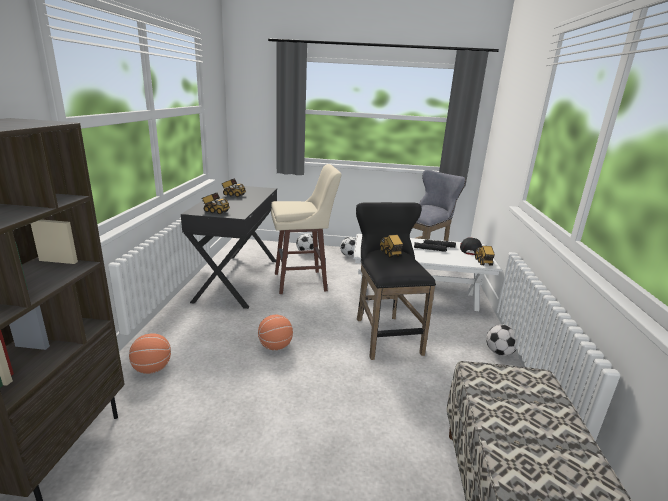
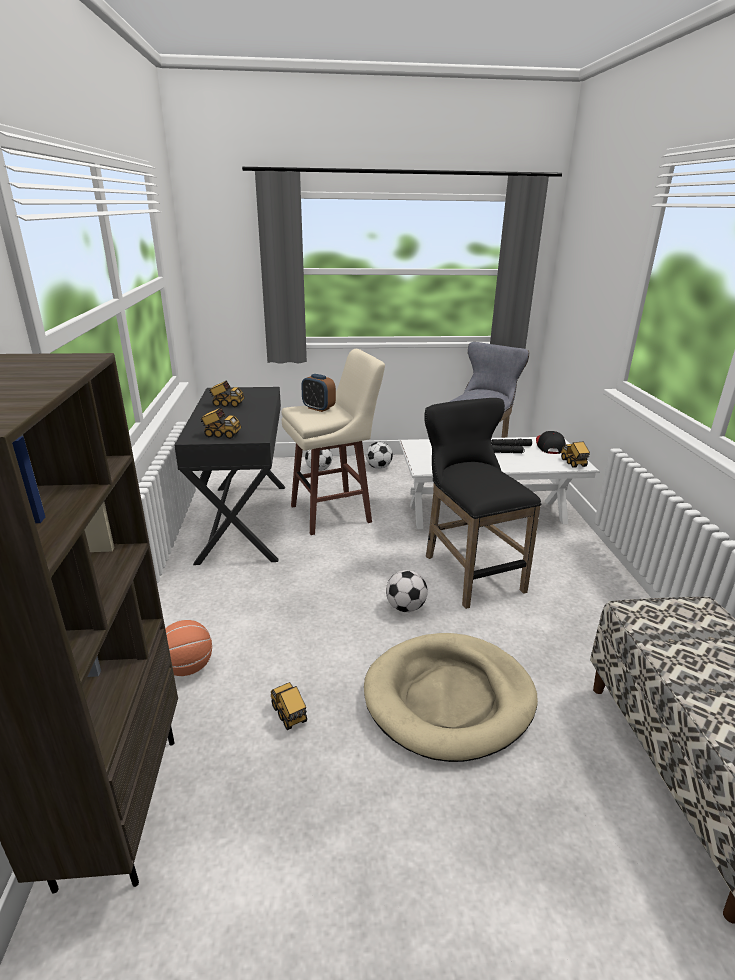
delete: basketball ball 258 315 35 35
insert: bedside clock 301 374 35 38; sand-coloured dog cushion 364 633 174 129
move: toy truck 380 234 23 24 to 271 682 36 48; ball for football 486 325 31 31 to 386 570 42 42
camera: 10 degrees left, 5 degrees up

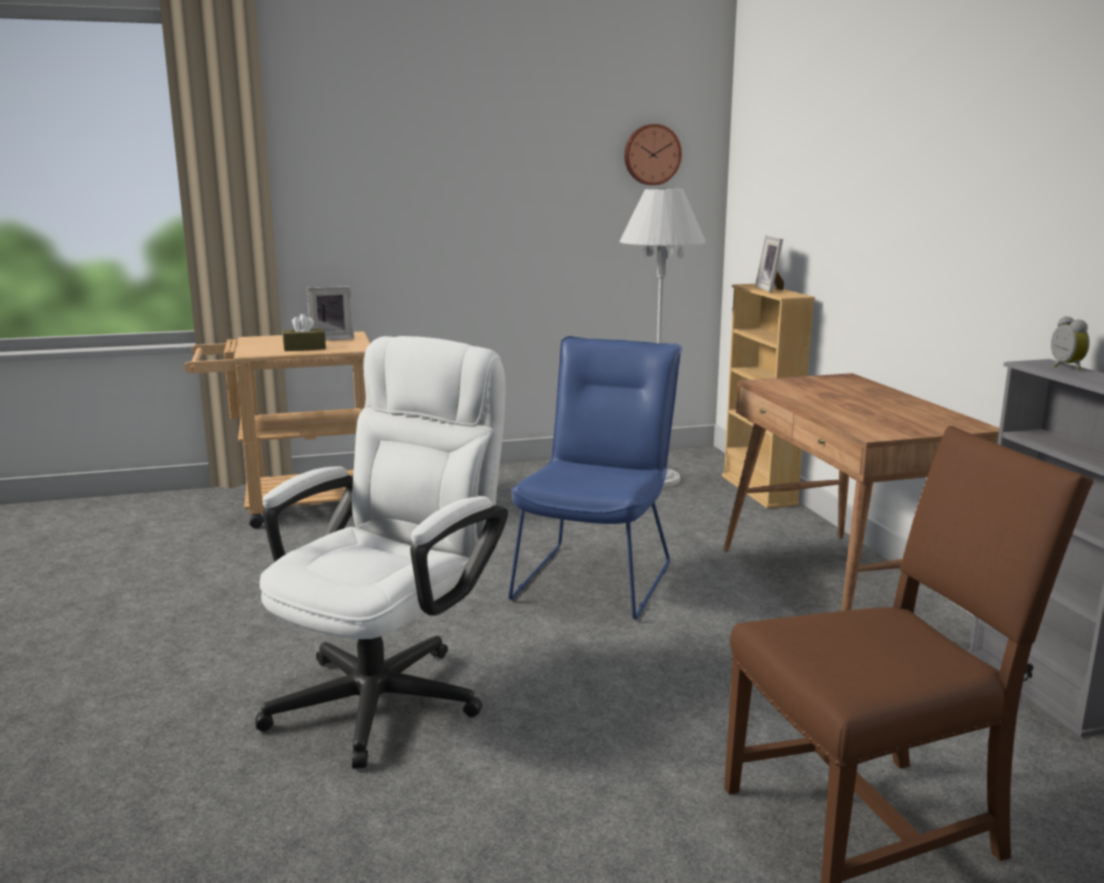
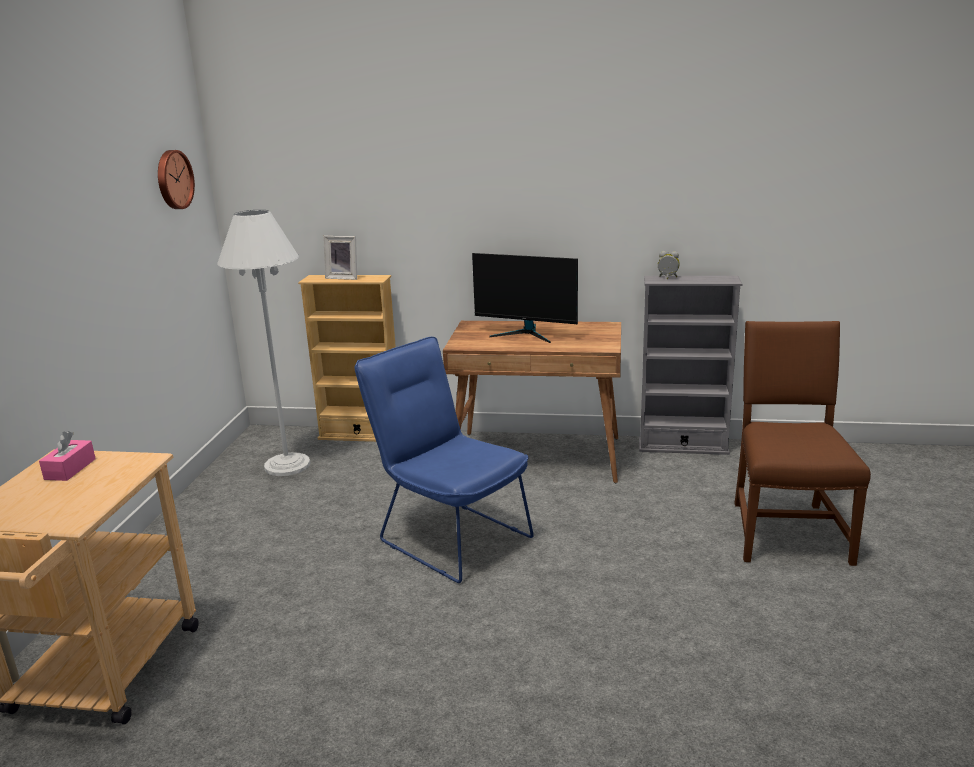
delete: white-coloured computer chair 255 336 253 433; brown box of tissues 283 314 43 37
insert: computer display 472 253 106 90
replace: standing frame 307 286 47 55 to pinkish box of tissues 39 431 57 50
camera: 65 degrees left, 5 degrees up

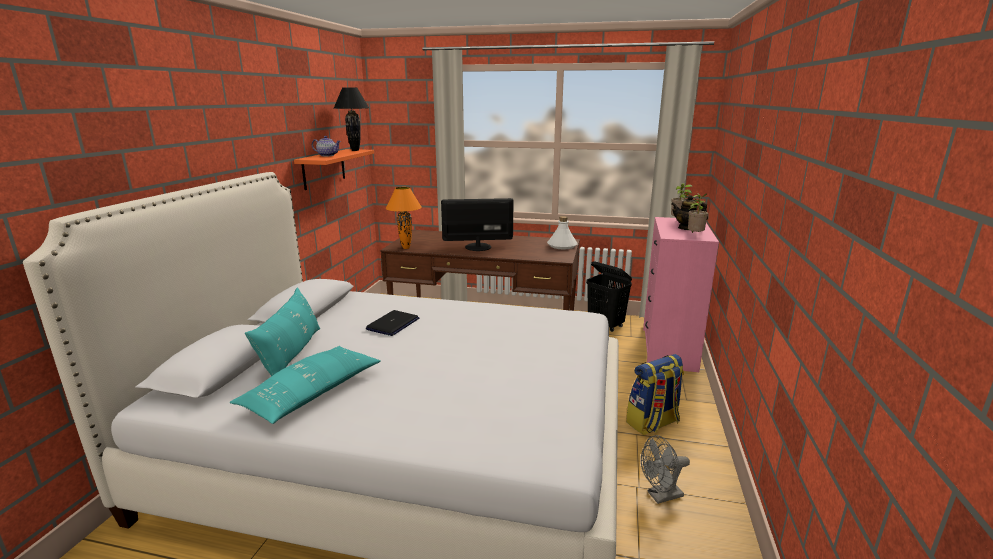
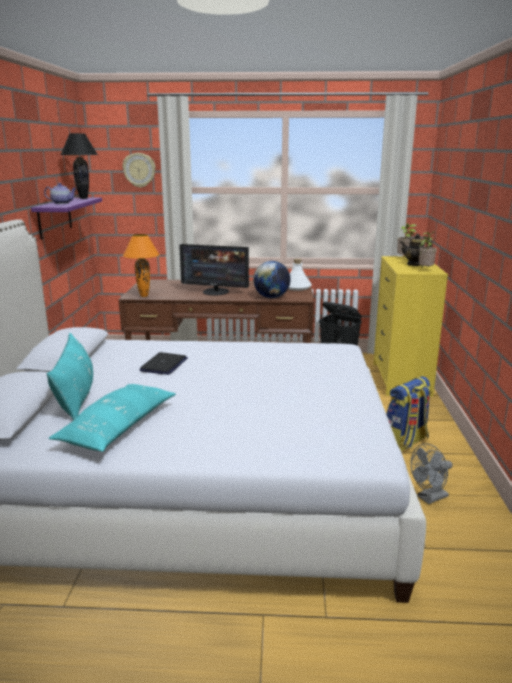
insert: wall clock 122 153 34 35; globe 253 261 38 37
recolor: orange wall shelf 294 149 80 41 to purple wall shelf 31 197 71 43; pinkish chest of drawers 643 217 76 155 to yellow chest of drawers 373 256 75 141
rotate: computer display 441 198 72 53 = 179 244 70 51 150 degrees counterclockwise
camera: 10 degrees left, 0 degrees up

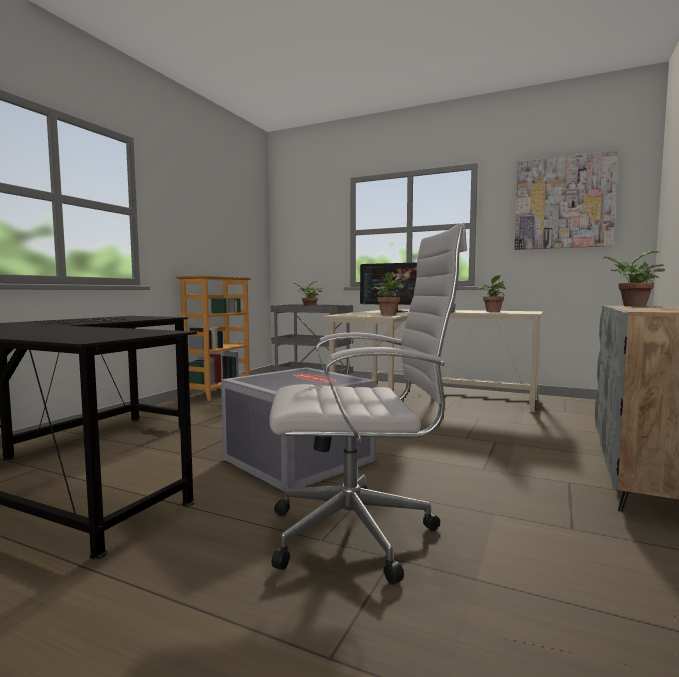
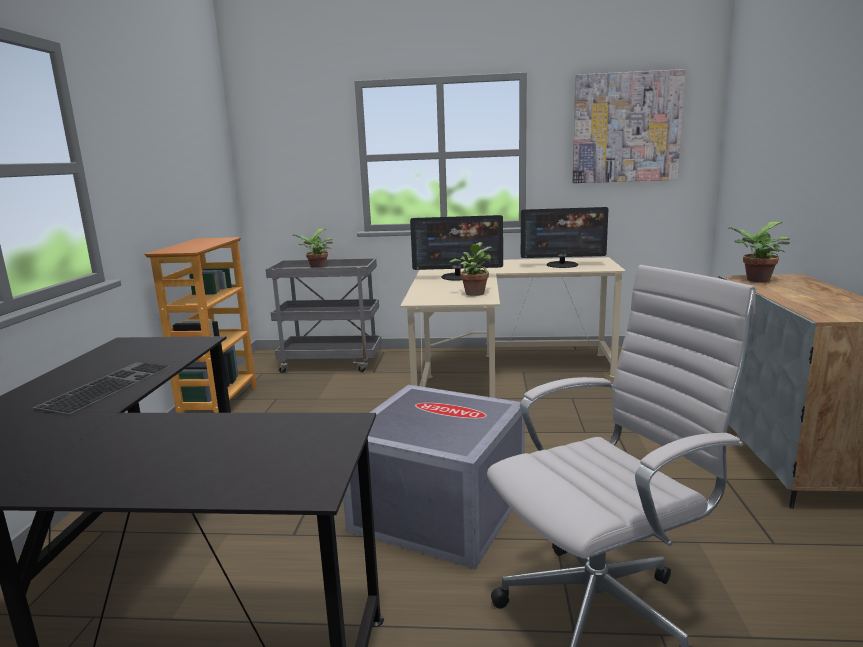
replace: plant in a pot 476 275 30 37 to computer display 521 207 87 61
camera: 20 degrees left, 10 degrees up

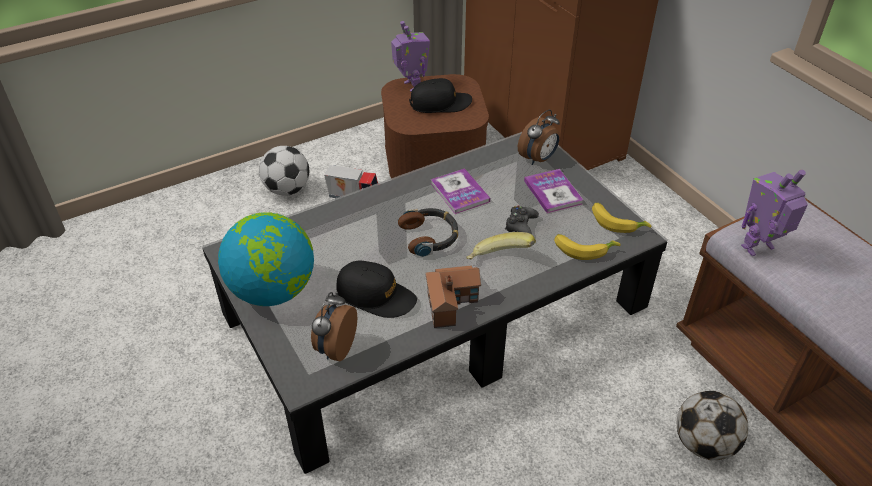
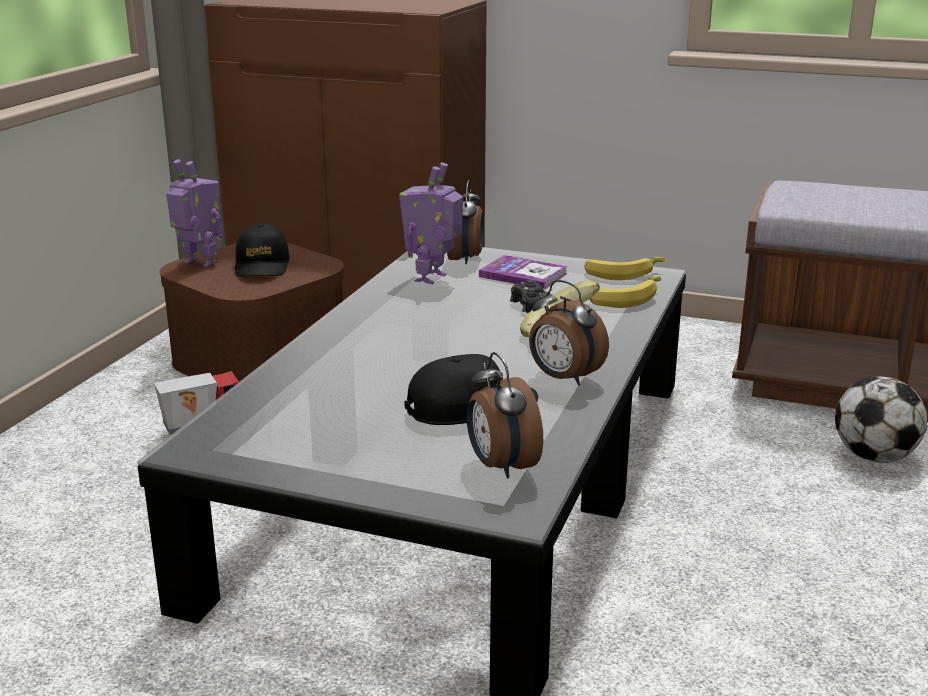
delete: globe 218 212 96 94; ball for football 259 146 50 50; pair of headphones 398 208 60 49; book 431 168 59 46
move: robot figure 741 169 67 87 to 399 163 64 121
replace: miniature house 425 265 56 63 to bedside clock 529 280 80 105
rotate: black peaked cap 409 78 63 35 = 235 223 55 54 135 degrees clockwise
camera: 40 degrees left, 20 degrees down

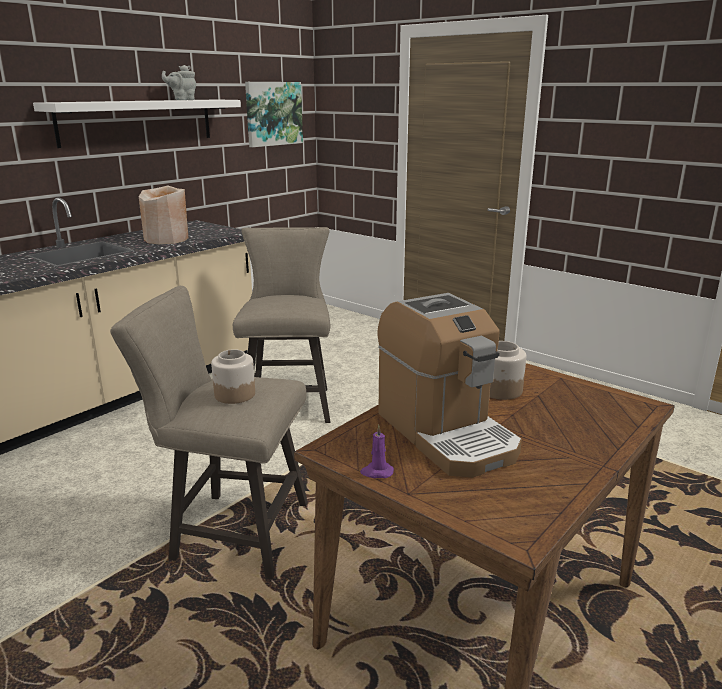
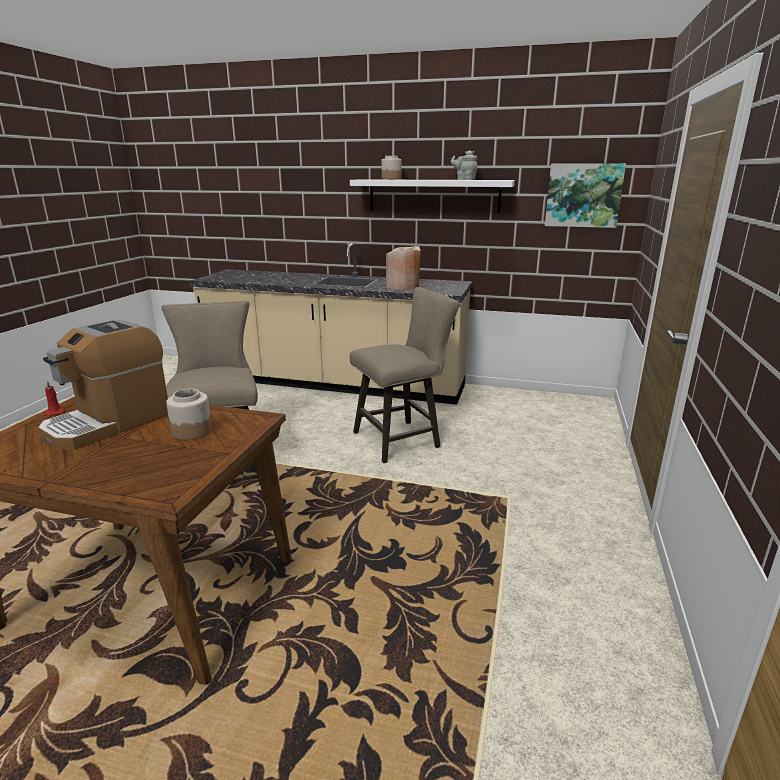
move: preserve jar 211 349 44 55 to 382 156 20 24
recolor: purple wax light 360 425 34 53 to red-coloured wax light 45 381 20 35
camera: 65 degrees right, 0 degrees up

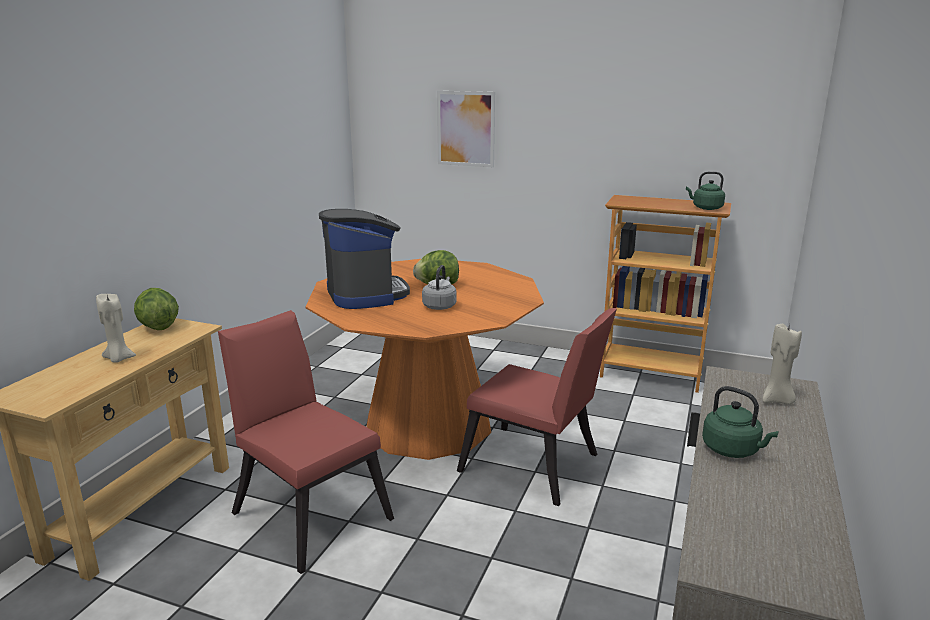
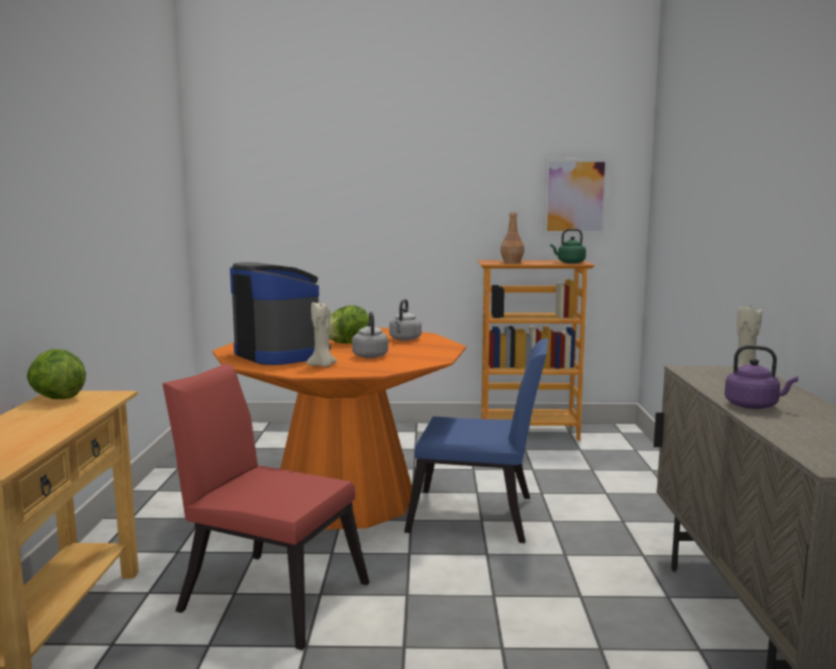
insert: grey kettle 389 299 32 42; brown bottle 500 211 24 53
move: sand-coloured wax light 96 294 40 69 to 306 302 31 65; wall art 437 91 58 76 to 543 159 66 75
recolor: red-coloured plain chair 457 308 160 198 to bluish plain chair 404 338 144 205; greenish kettle 702 386 77 72 to purple kettle 725 345 73 64
camera: 20 degrees left, 10 degrees down

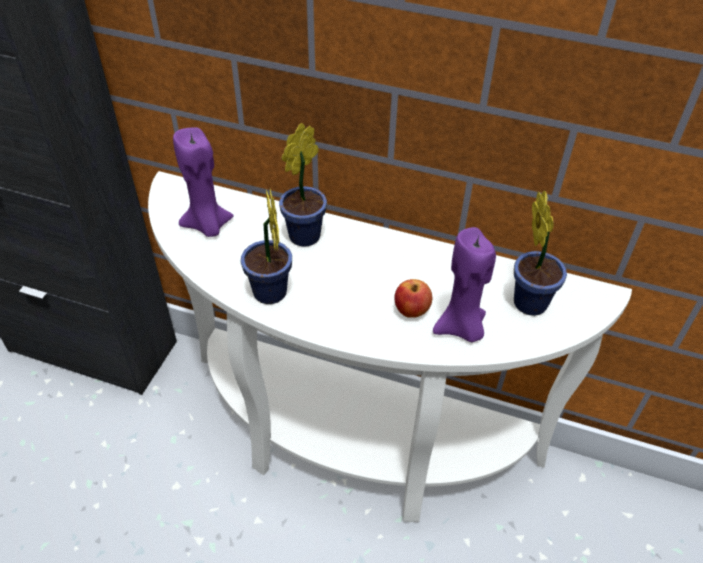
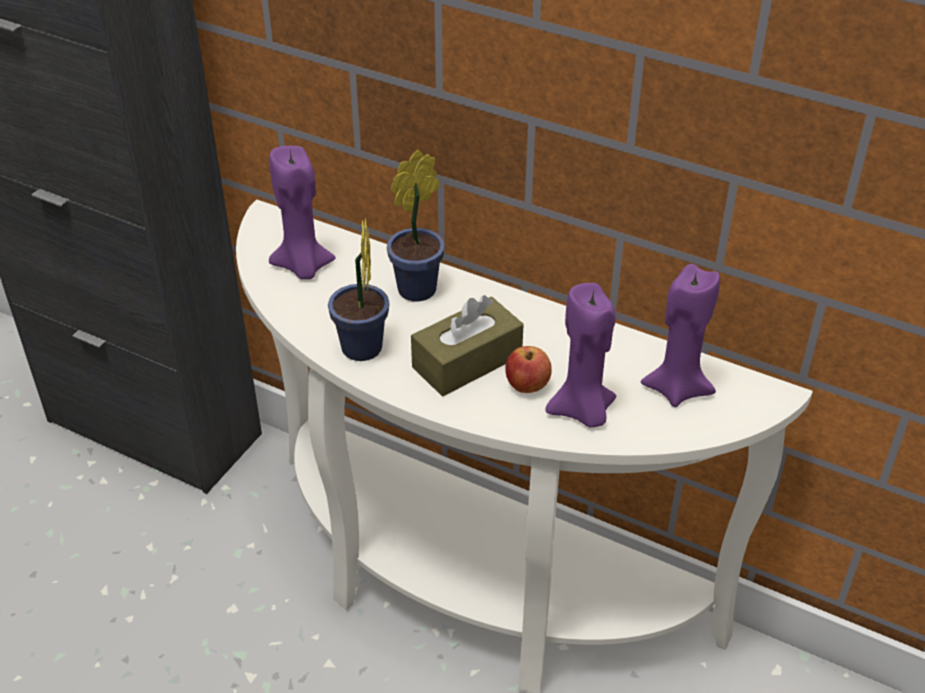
insert: brown box of tissues 411 295 113 101
replace: plant in a pot 514 191 53 125 to purple wax light 641 264 79 143
camera: 10 degrees right, 5 degrees down

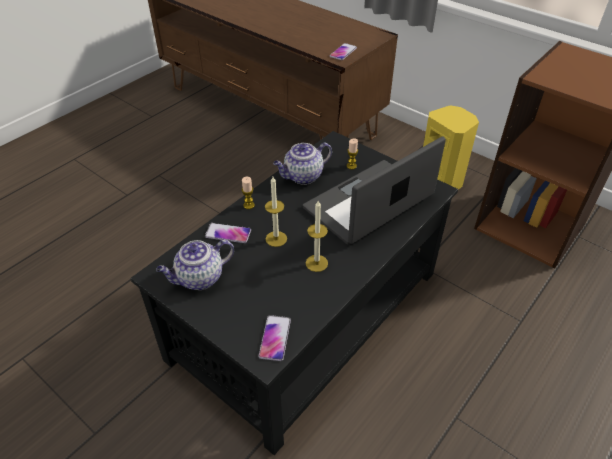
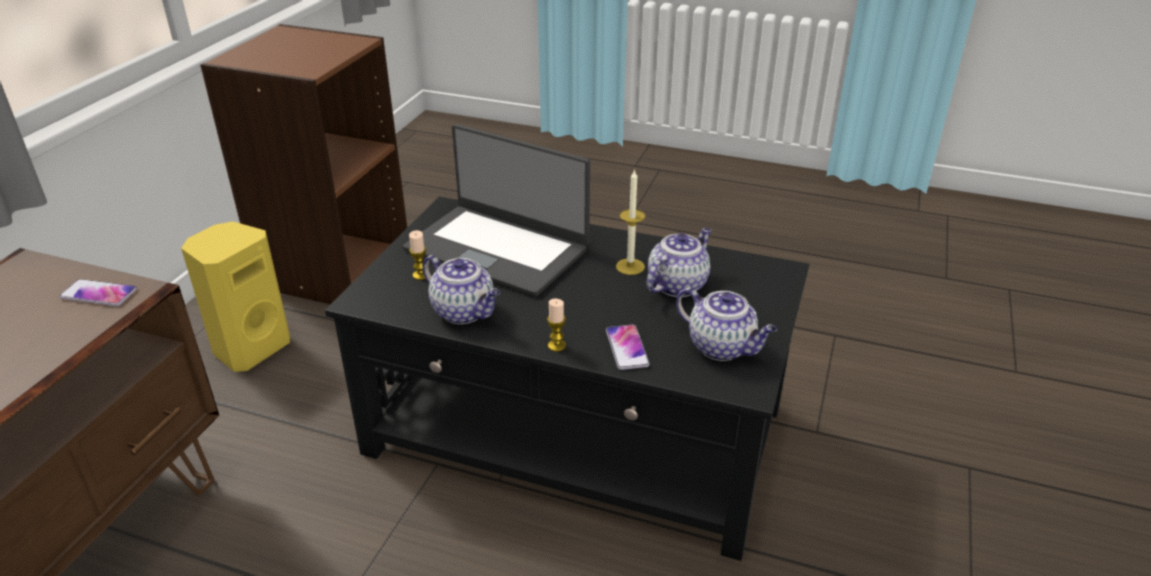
delete: telephone 259 315 32 46; wax light 265 177 22 70
insert: teapot 646 228 66 69
camera: 110 degrees left, 10 degrees down

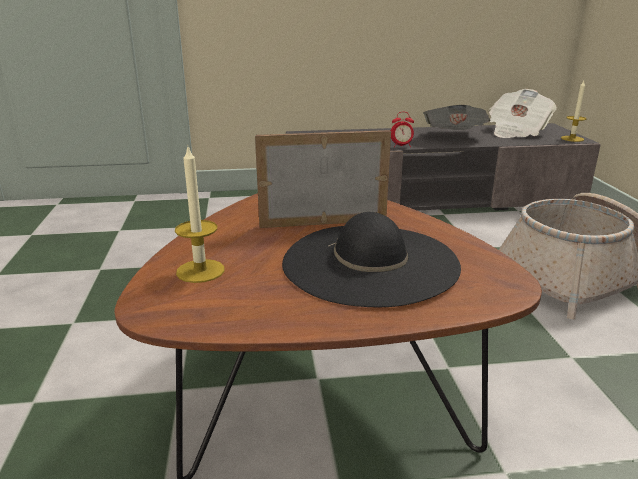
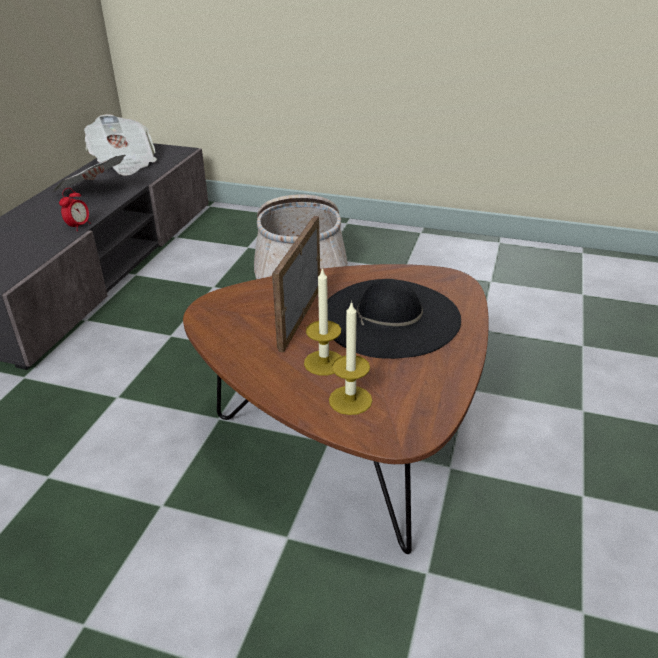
move: wax light 561 81 25 61 to 304 267 38 109
camera: 65 degrees left, 10 degrees up

